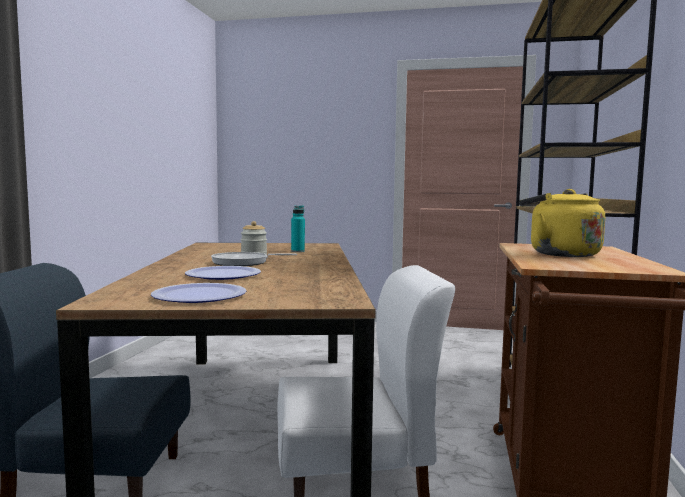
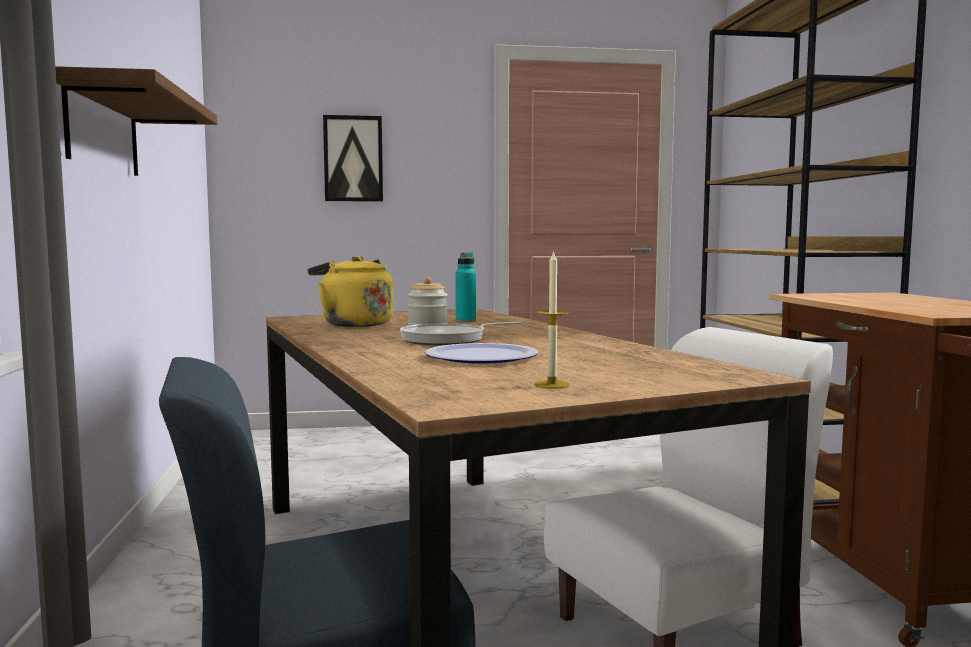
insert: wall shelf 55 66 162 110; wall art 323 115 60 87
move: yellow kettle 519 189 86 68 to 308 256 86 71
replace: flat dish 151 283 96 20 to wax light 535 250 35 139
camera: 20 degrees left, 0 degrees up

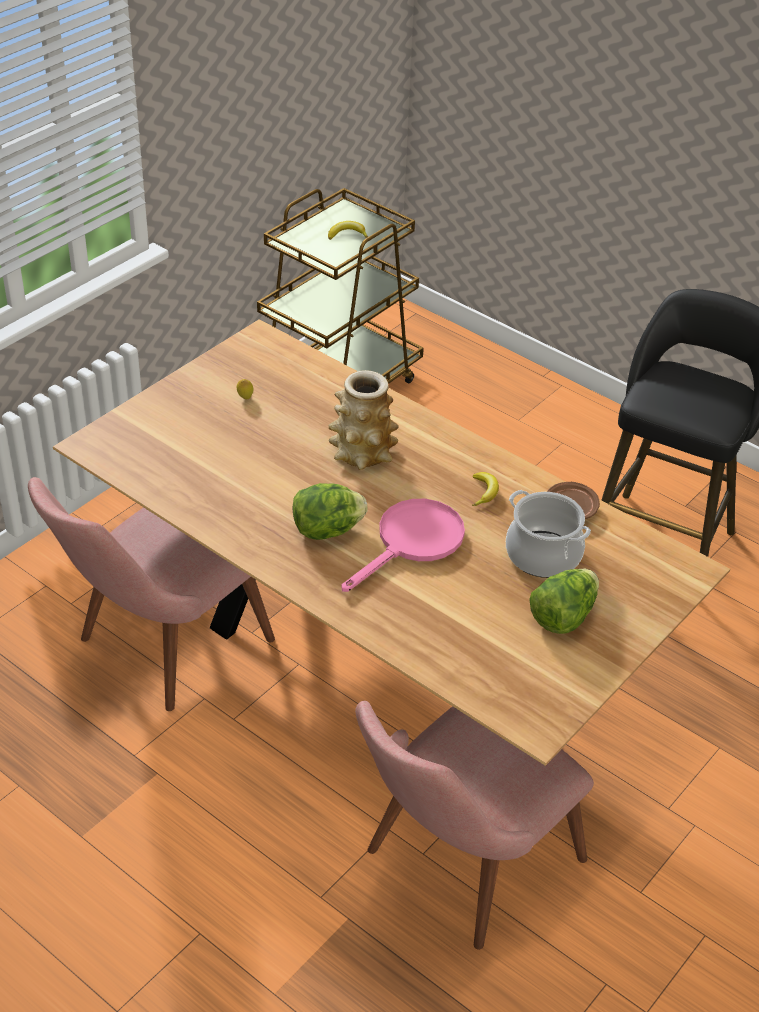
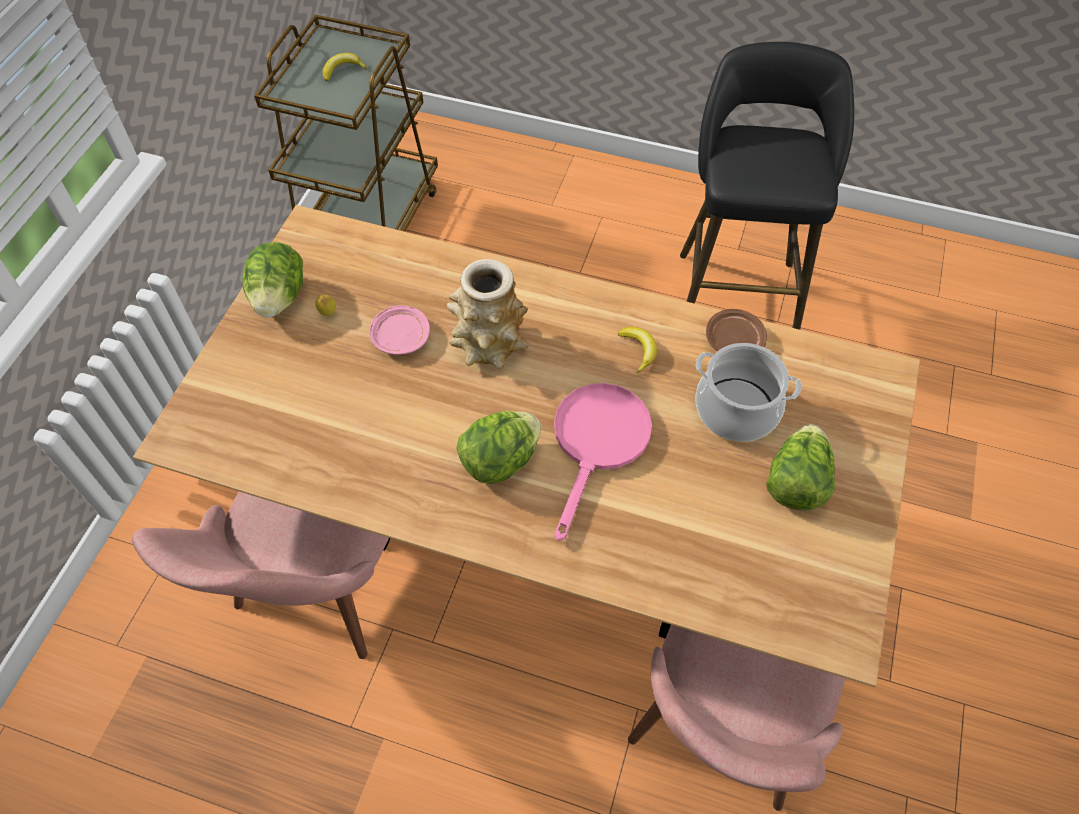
insert: head of lettuce 242 242 61 76; pinkish flat dish 369 305 61 50
camera: 20 degrees left, 15 degrees up

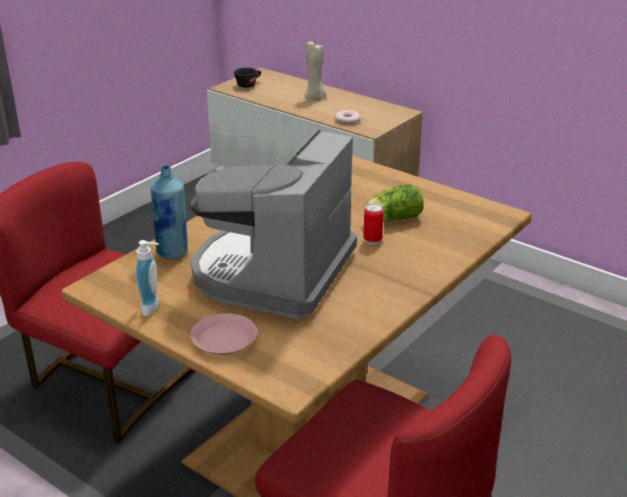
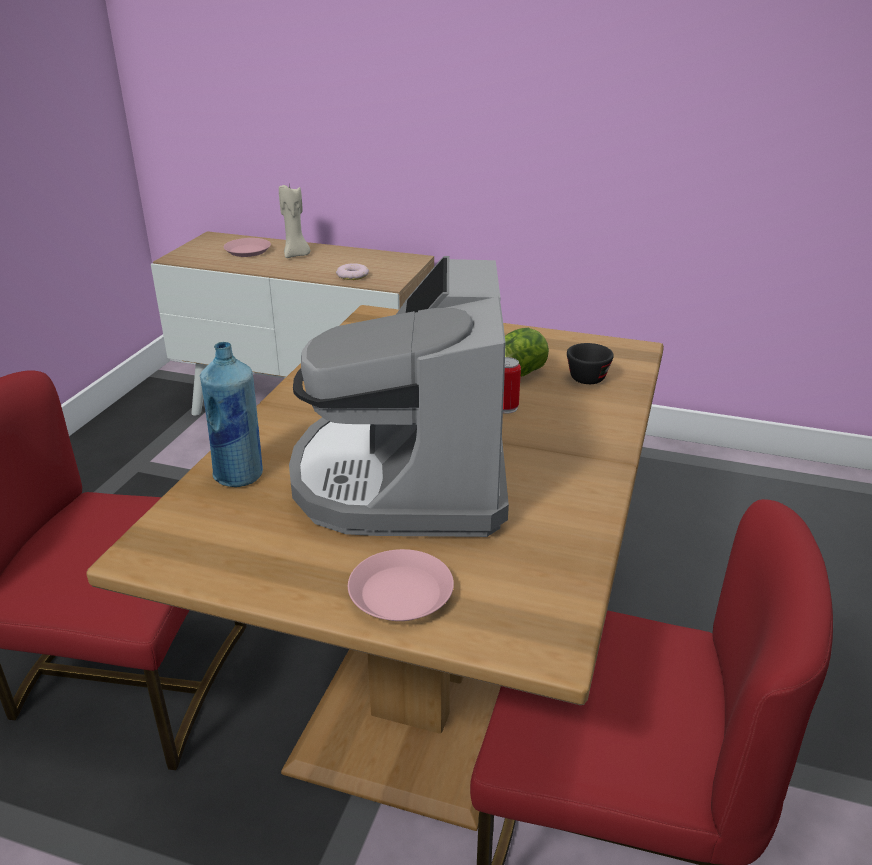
delete: soap dispenser 135 240 24 76
insert: pinkish flat dish 224 238 47 19
move: black small cup 234 68 27 20 to 567 343 47 41
camera: 20 degrees left, 0 degrees up

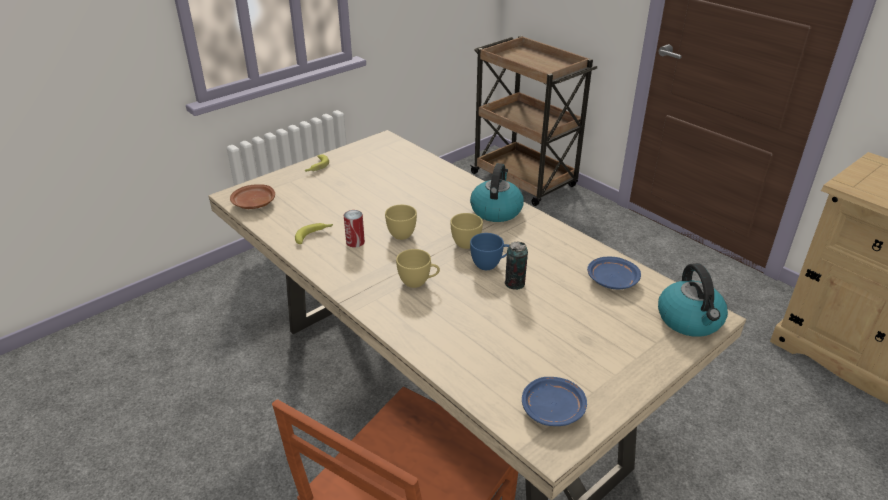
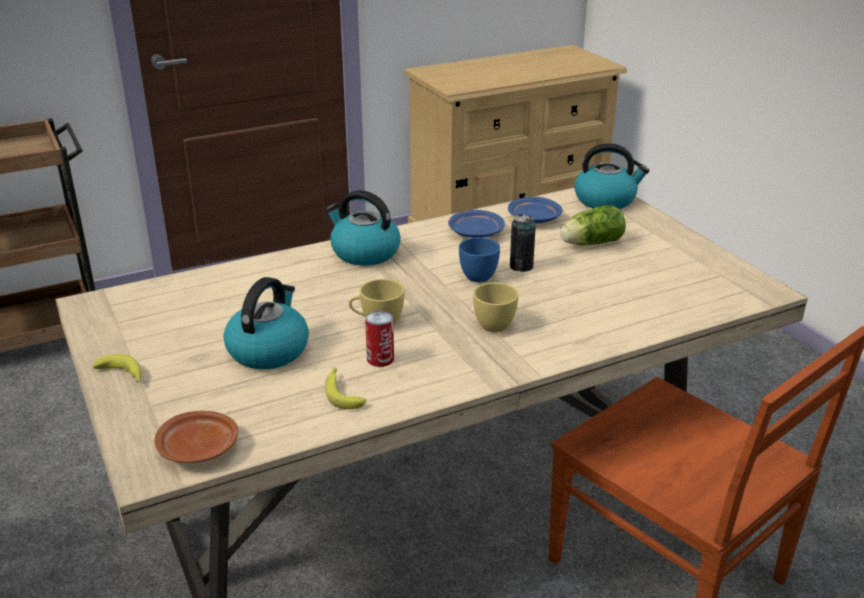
delete: yellow small cup 451 213 32 36
insert: kettle 224 277 85 92; head of lettuce 560 205 66 41
move: bluish flat dish 522 377 65 49 to 448 210 57 28
camera: 75 degrees left, 5 degrees down

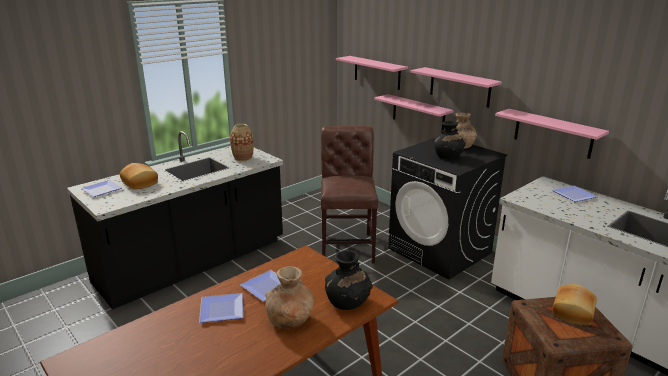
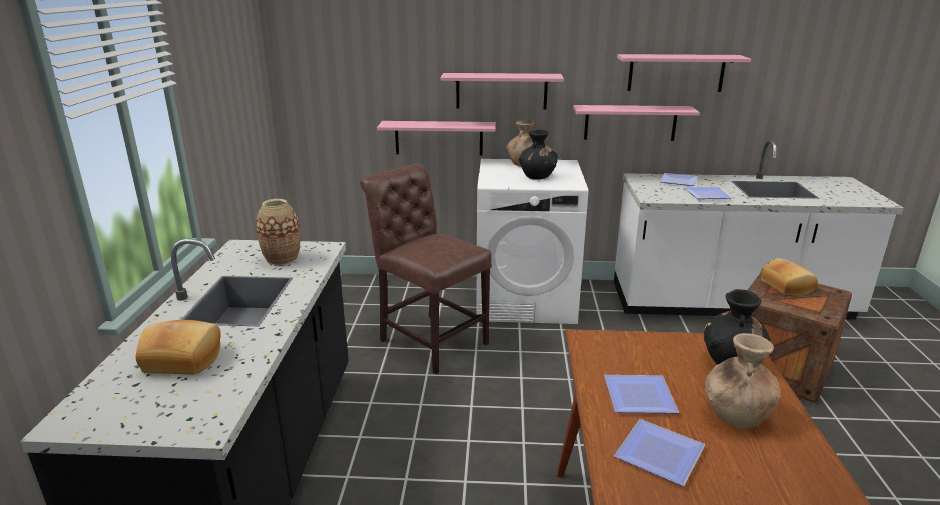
move: pinkish wall shelf 336 56 72 34 to 617 54 134 38; flat dish 81 180 41 17 to 685 187 46 12
recolor: black washing machine 388 138 119 142 to white-coloured washing machine 476 159 113 165
camera: 45 degrees left, 0 degrees up

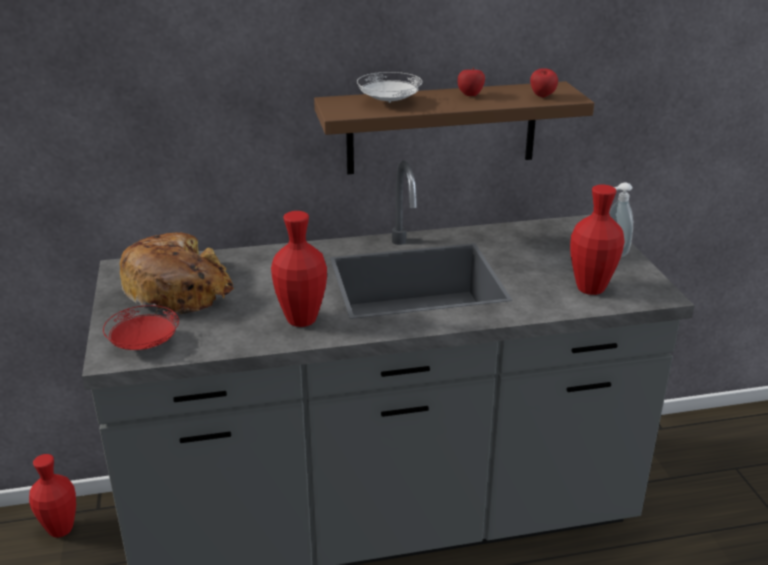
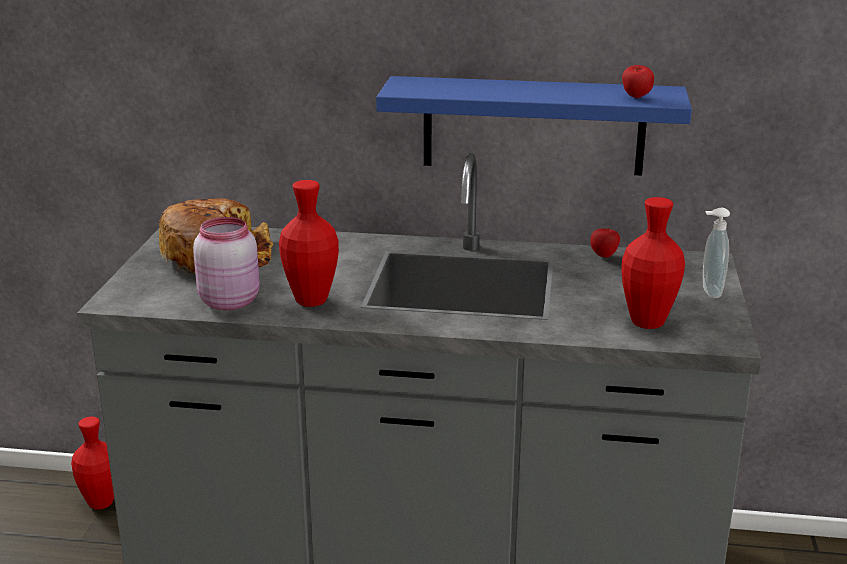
delete: red-coloured flat dish 103 305 76 45; white-coloured flat dish 357 72 65 31
insert: pinkish preserve jar 193 217 67 93
move: apple 458 68 27 28 to 590 228 30 30
recolor: brown wall shelf 314 81 280 93 to bluish wall shelf 376 76 316 100
camera: 20 degrees right, 5 degrees down

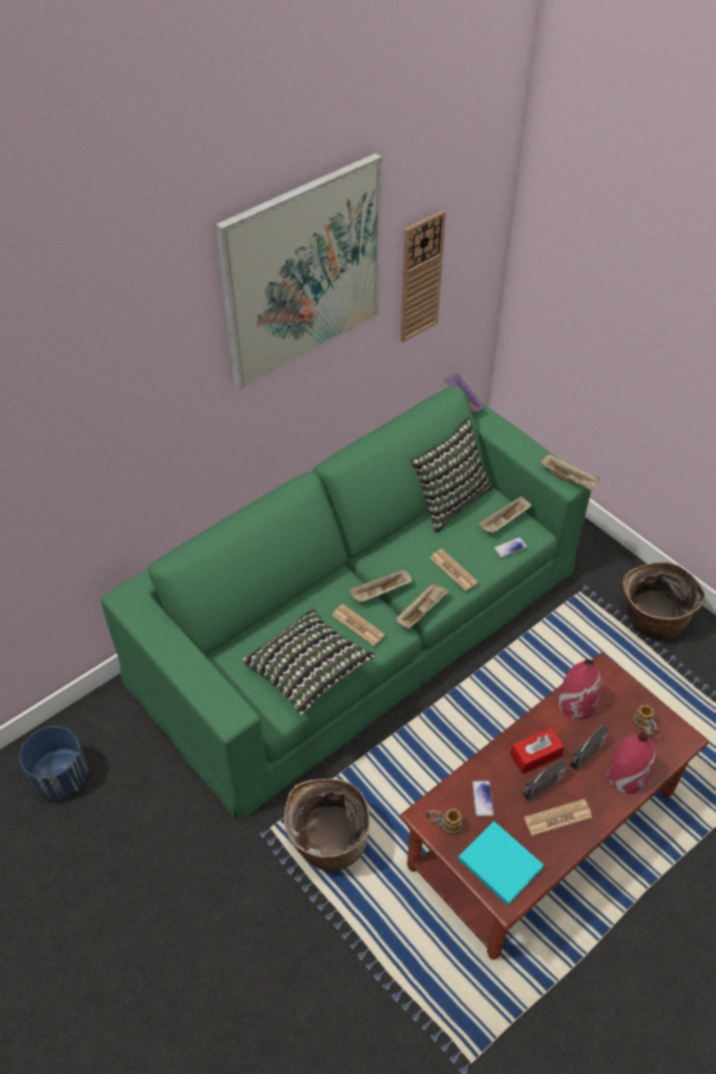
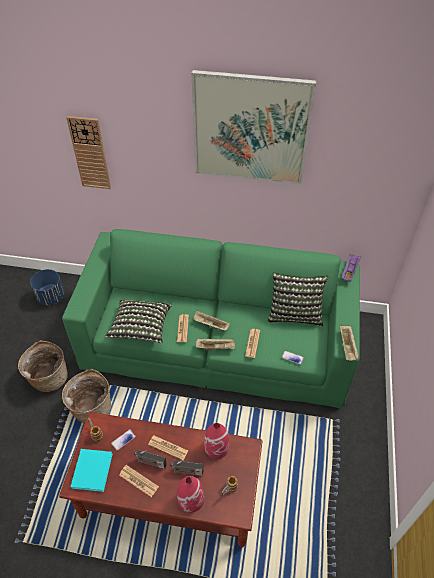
delete: sand-coloured serving tray 478 496 54 38
move: household basket 622 562 84 79 to 18 340 50 52; wall clock 400 210 46 132 to 66 116 45 73
replace: red-coloured box of tissues 510 727 54 47 to newspaper 148 435 40 25
camera: 50 degrees right, 0 degrees up

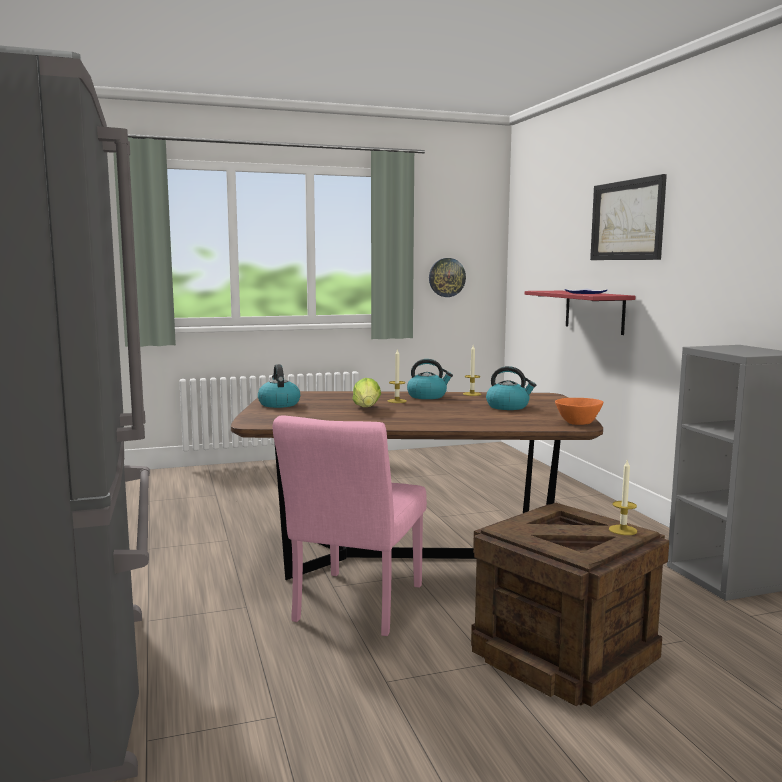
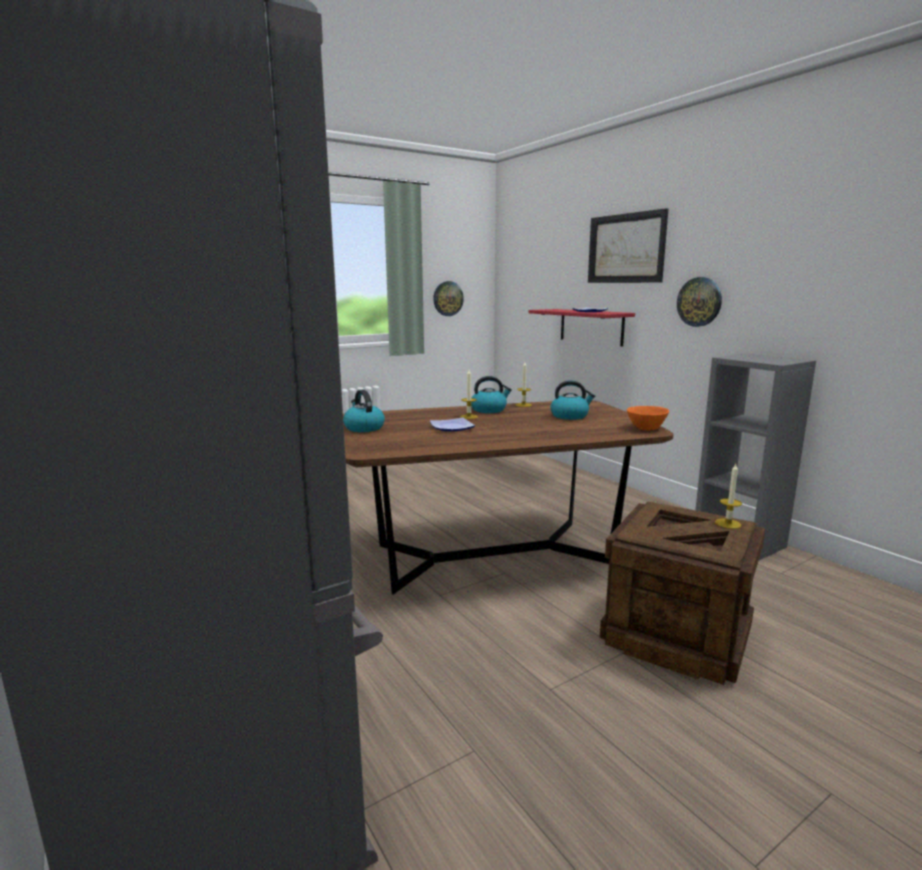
delete: pinkish plain chair 273 416 154 220
insert: wall clock 677 277 45 50
replace: head of lettuce 352 378 29 29 to flat dish 430 418 45 13
camera: 15 degrees left, 5 degrees up

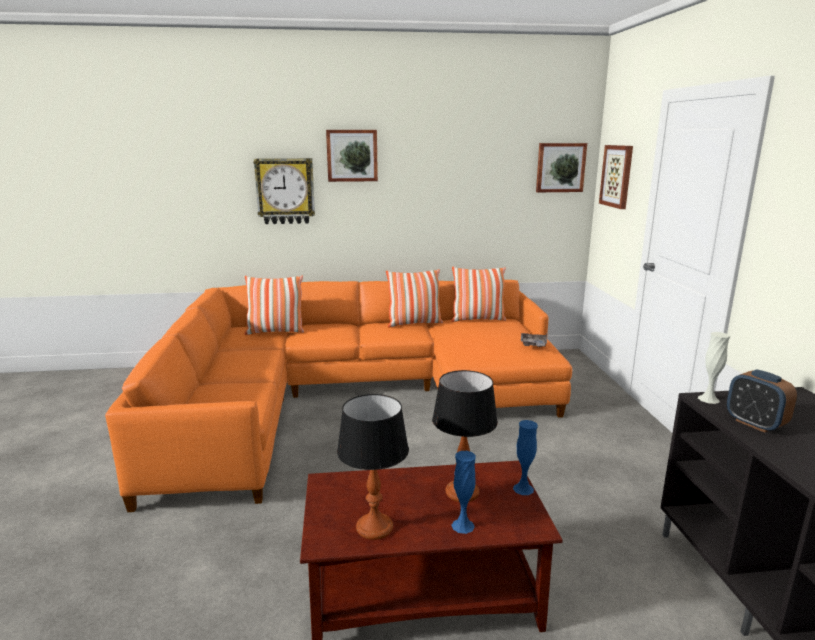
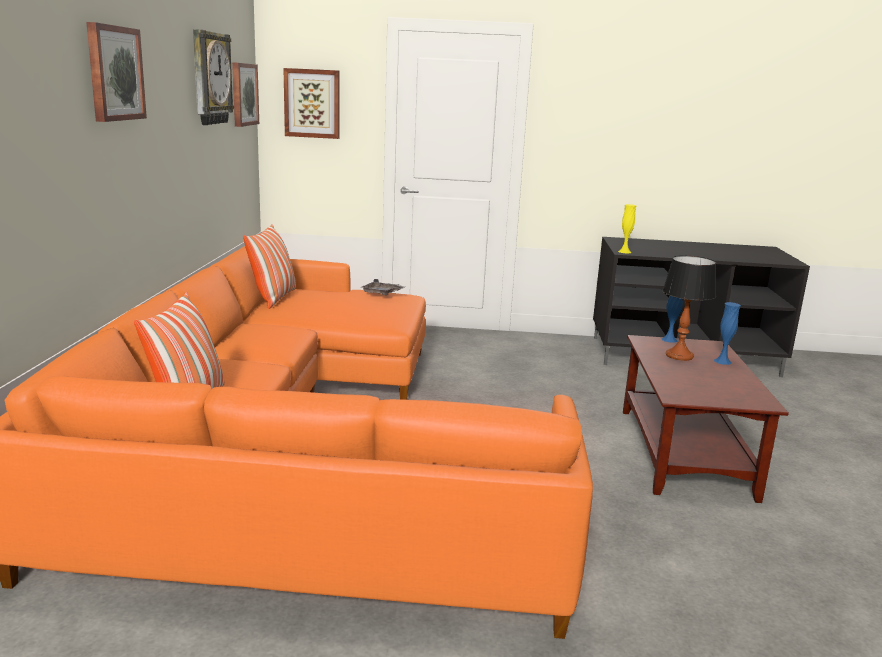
delete: table lamp 337 394 72 146; throw pillow 386 269 57 58; bedside clock 727 369 70 64
move: wall clock 253 158 62 66 to 193 29 41 96
recolor: white-coloured decorative vase 698 332 32 72 to yellow decorative vase 618 204 18 50
camera: 80 degrees left, 0 degrees up

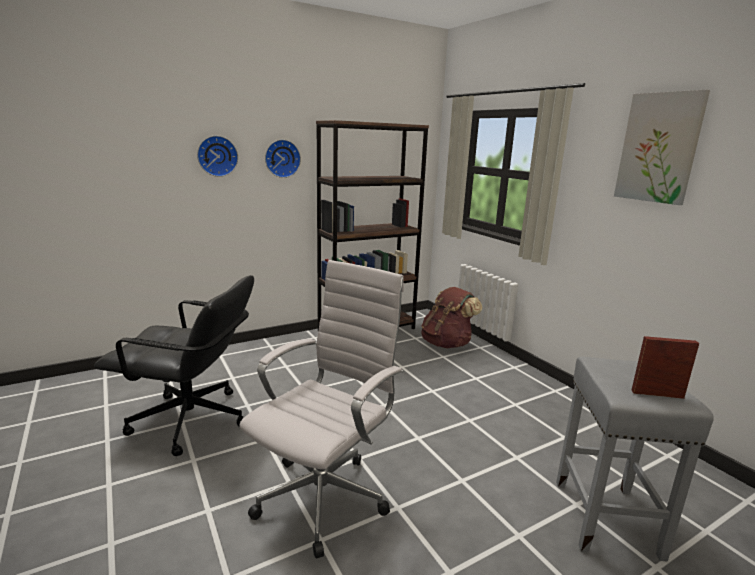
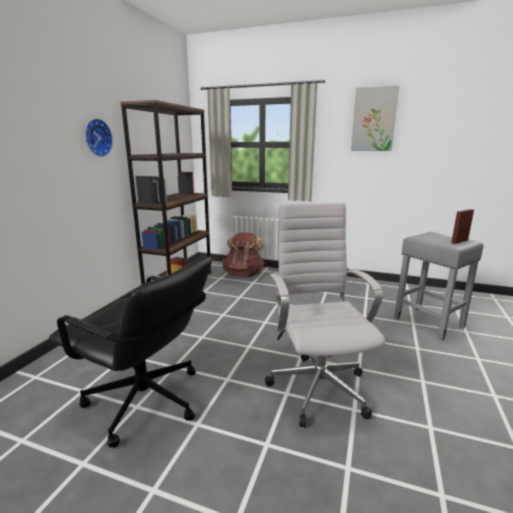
delete: wall clock 197 136 41 41
rotate: black computer chair 94 275 160 181 = 49 256 163 192 60 degrees clockwise
camera: 40 degrees left, 0 degrees up

